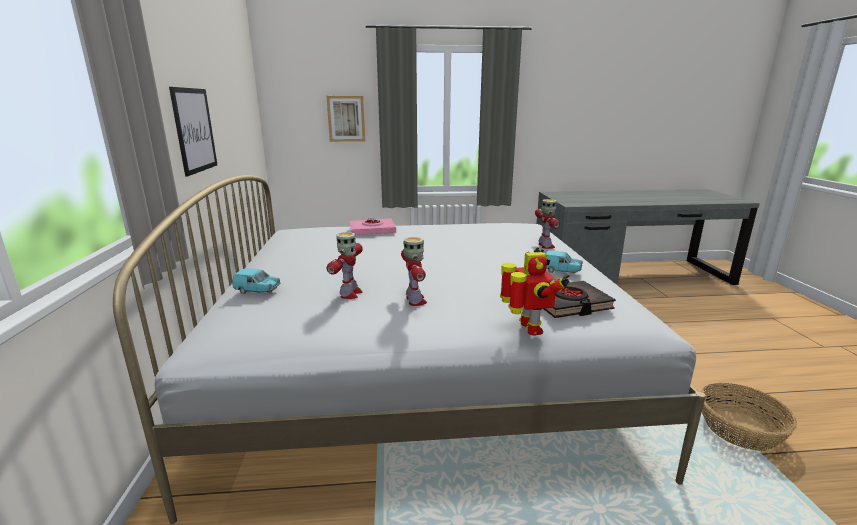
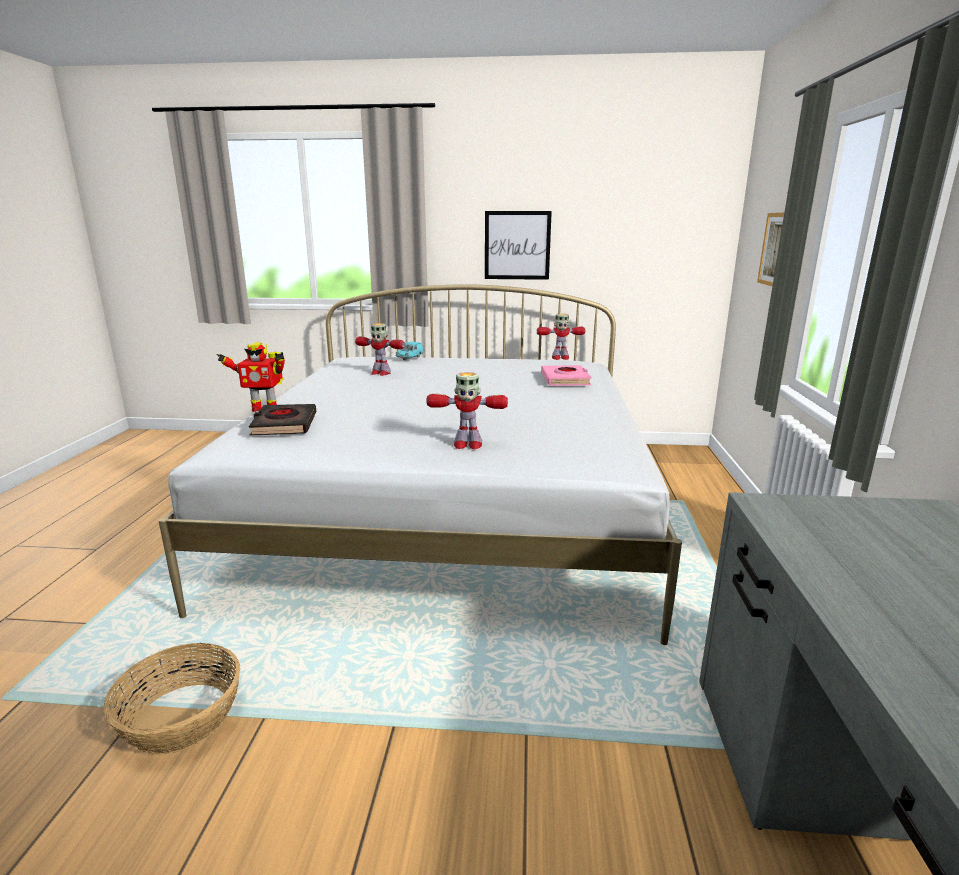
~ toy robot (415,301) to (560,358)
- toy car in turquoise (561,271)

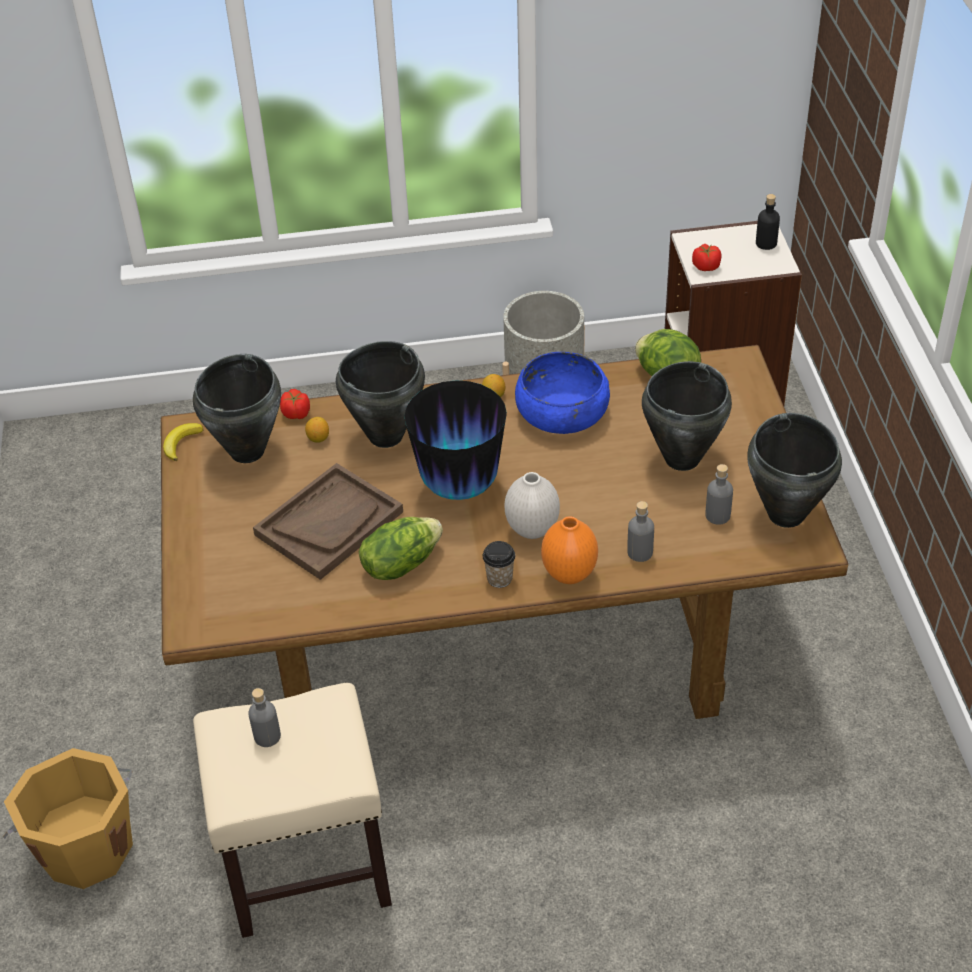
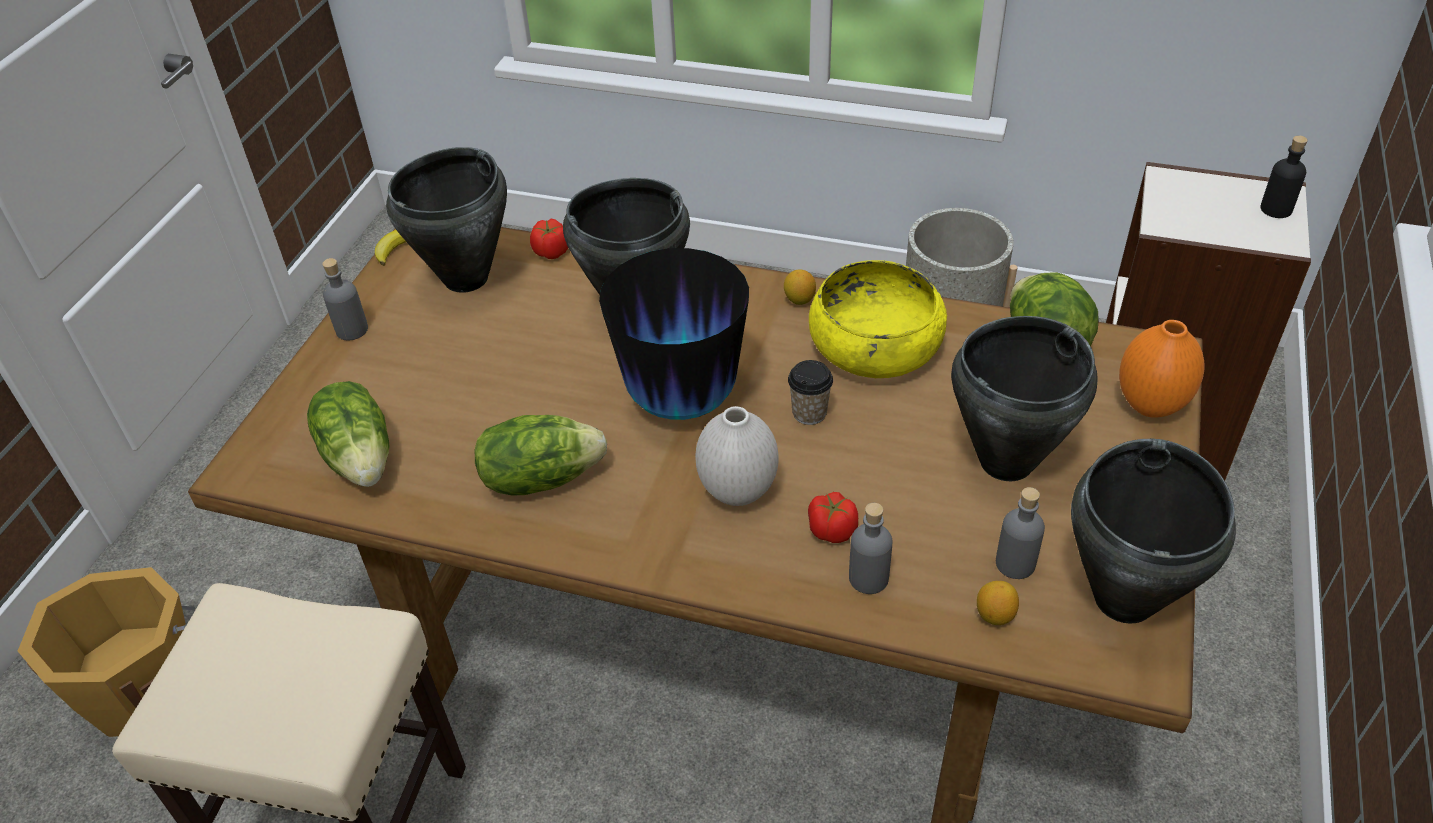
~ tomato (705,266) to (831,530)
~ bowl in blue (562,412) to bowl in yellow (874,346)
~ lemon (318,438) to (994,615)
- tray in brown (329,523)
~ vase in orange (570,575) to (1151,406)
~ cup (499,578) to (809,413)
~ bottle in grey (267,736) to (352,330)
+ lettuce (361,457)

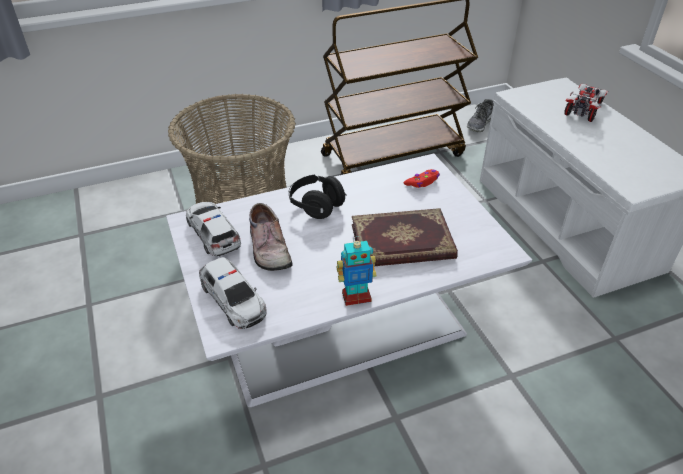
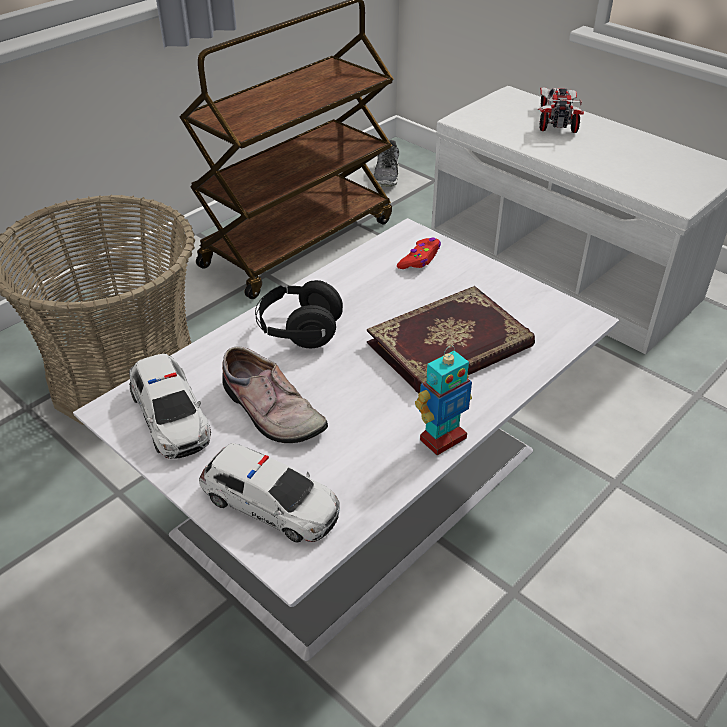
~ toy car (213,233) = (171,416) 150 degrees counterclockwise

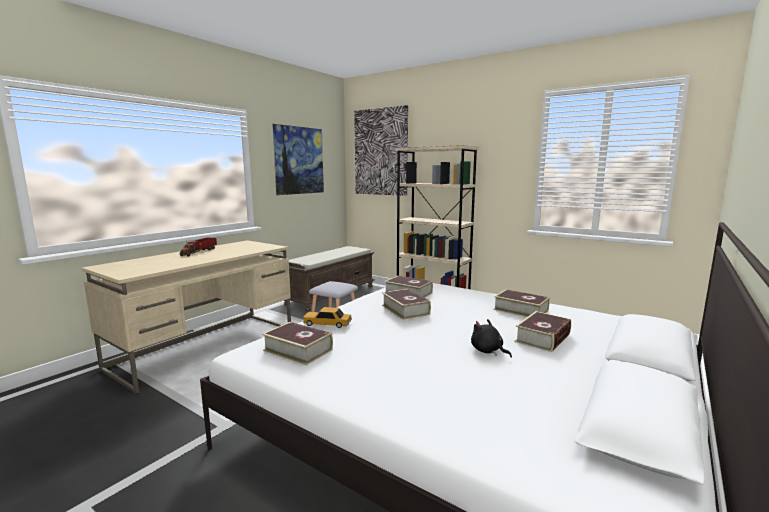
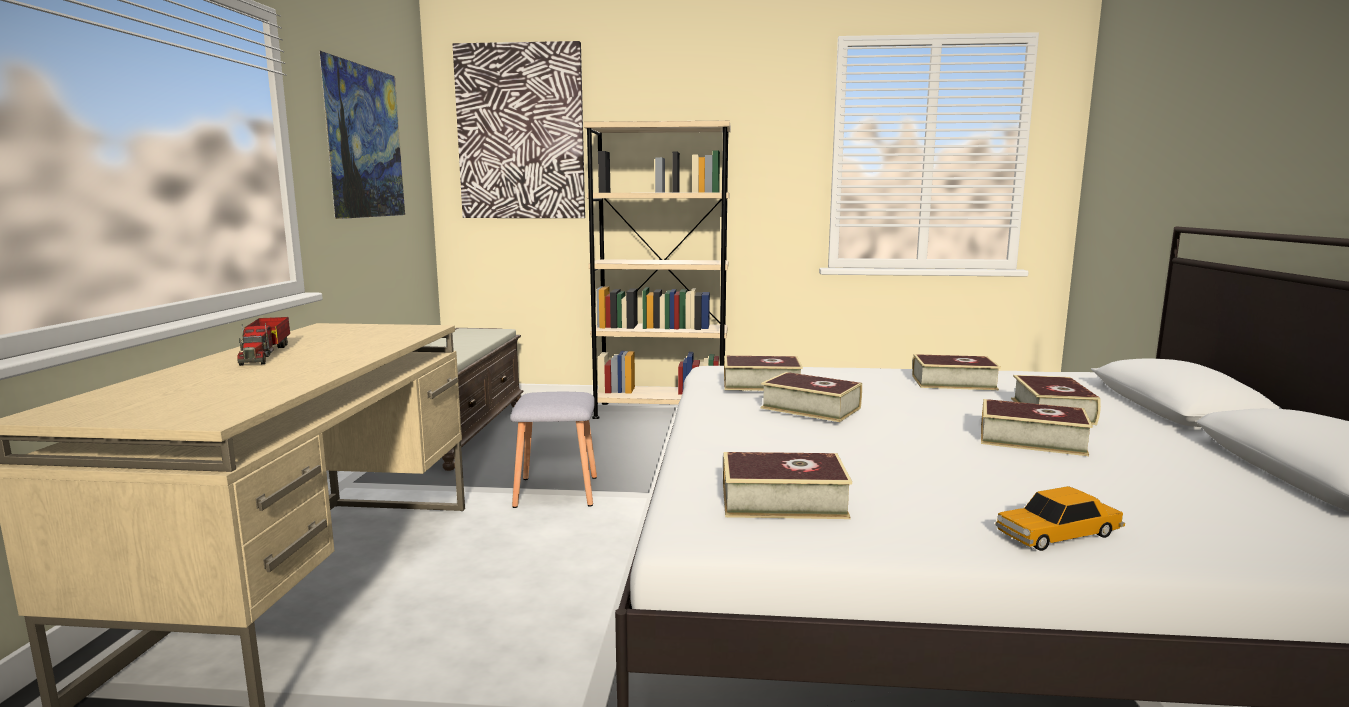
~ toy car (327,324) to (1057,534)
~ plush toy in black (488,351) to book (1031,440)

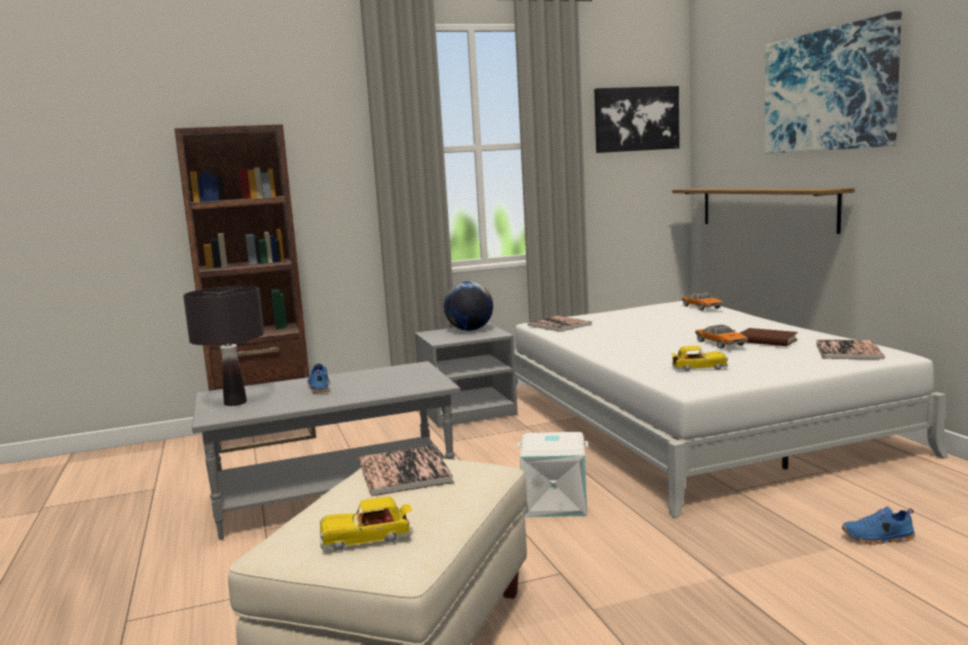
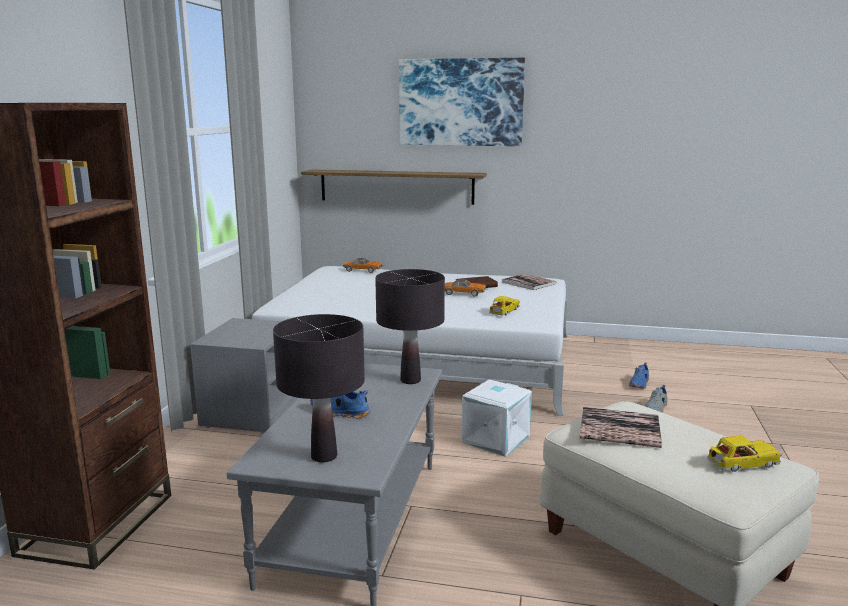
- picture (636,119)
- globe (470,330)
- book (559,325)
~ toy car (367,538) = (741,463) 120 degrees counterclockwise
+ table lamp in black (410,380)
+ shoe in grey (656,408)

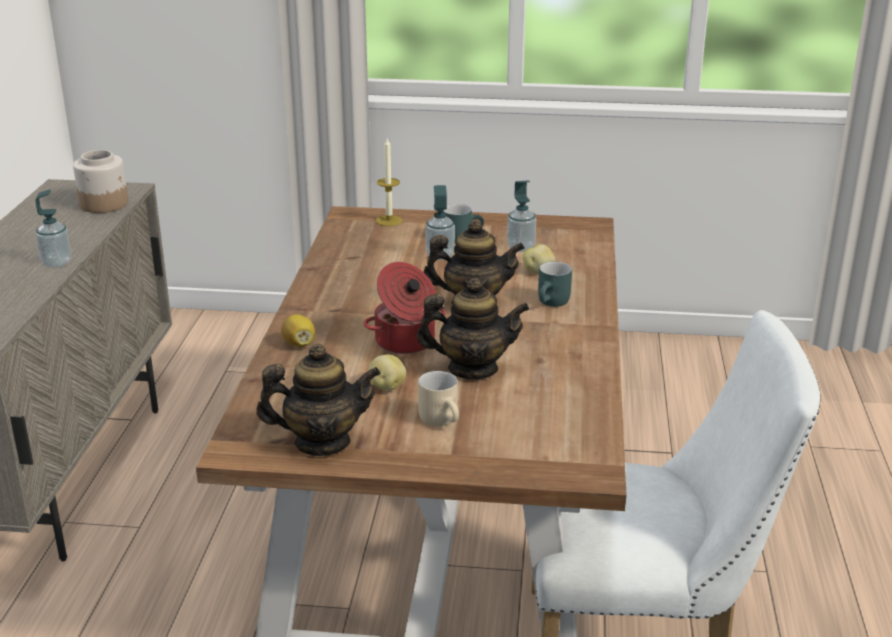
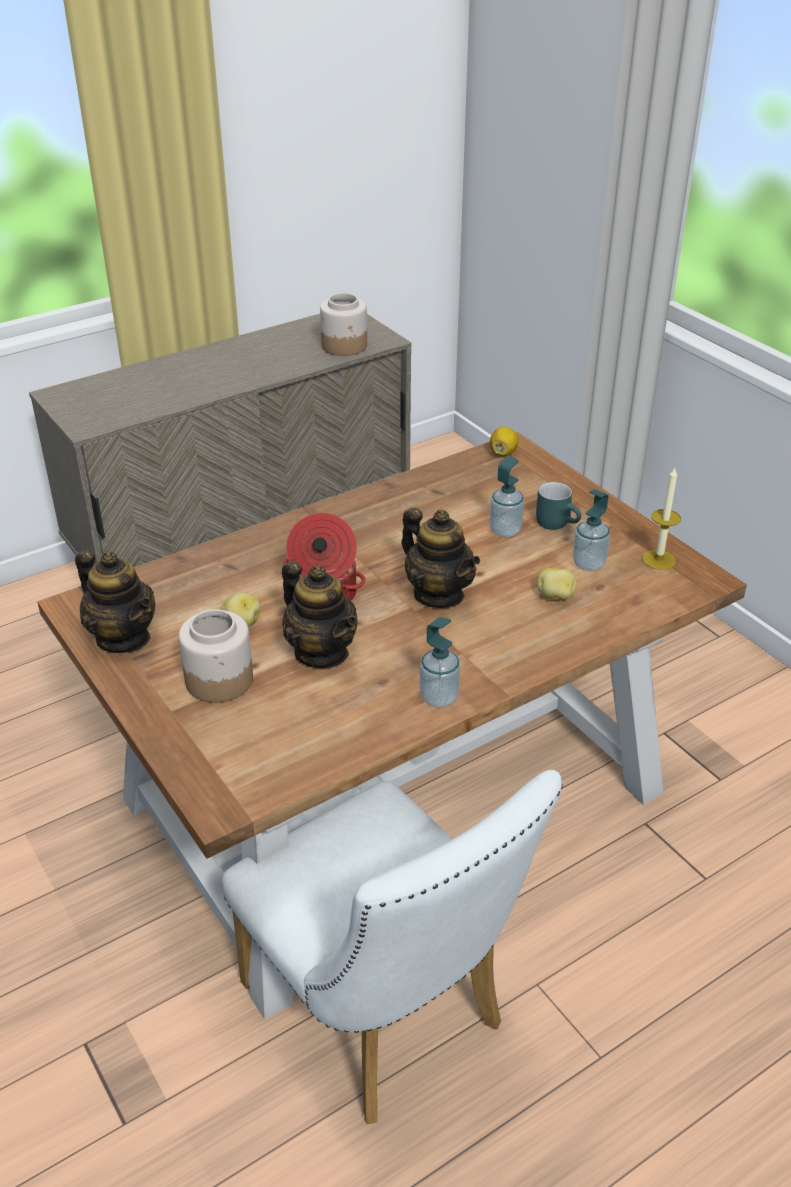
~ candle (389,220) to (658,560)
~ soap dispenser (56,263) to (439,698)
- mug in turquoise (553,303)
~ lemon (299,344) to (503,453)
~ mug in beige (443,420) to jar (220,679)

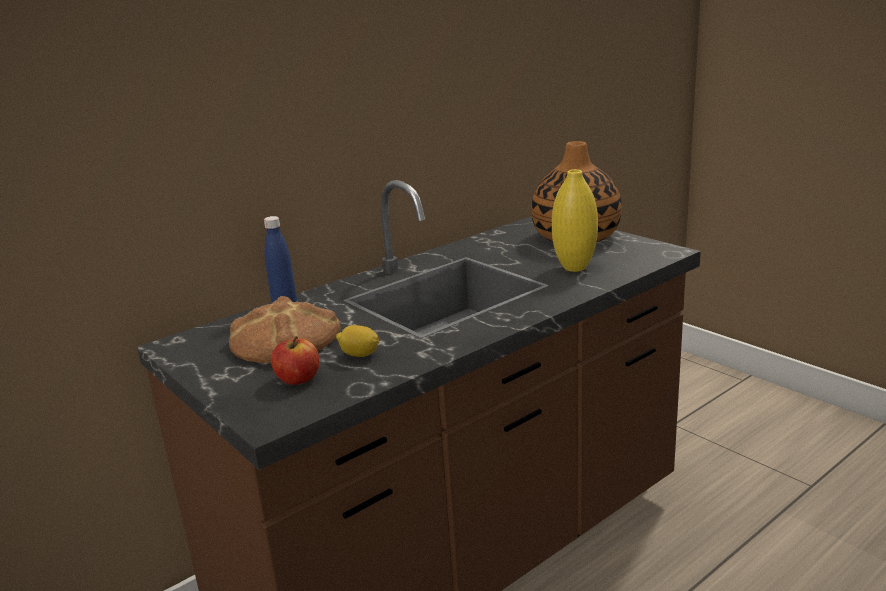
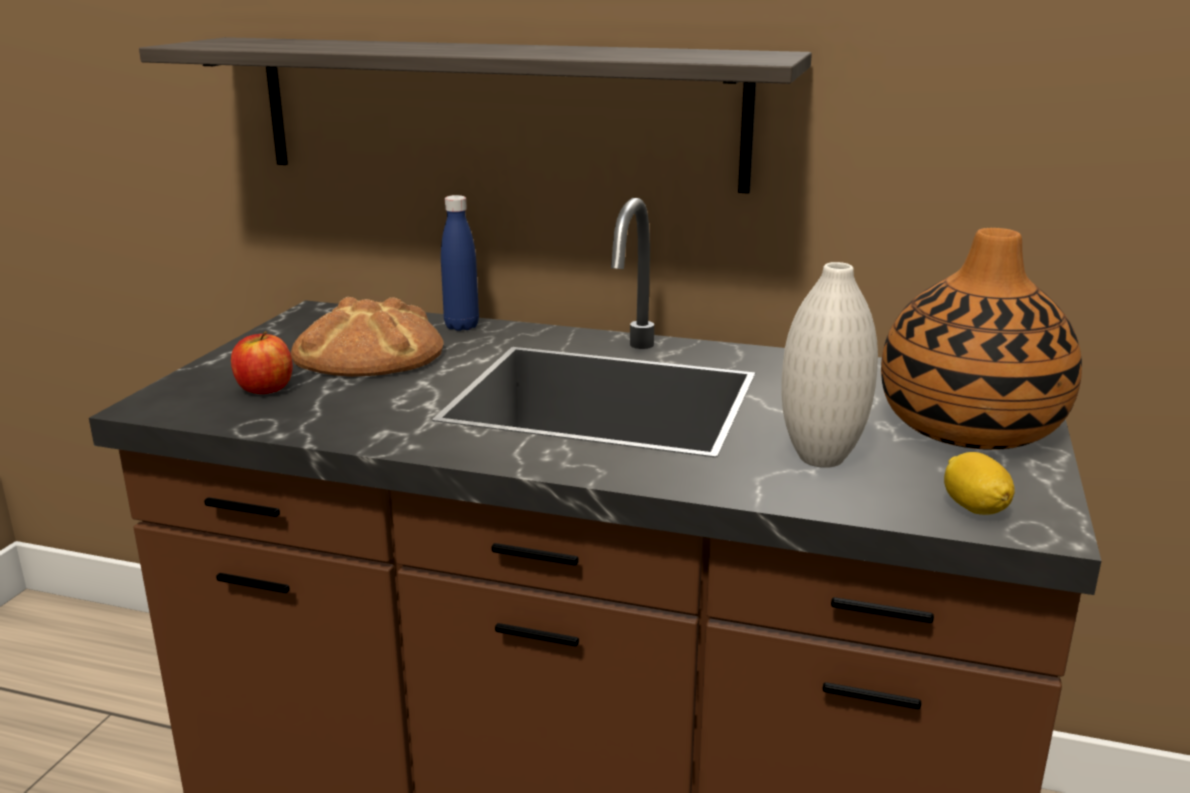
~ vase in yellow (574,268) to vase in white (821,458)
~ lemon (359,355) to (974,508)
+ shelf (497,112)

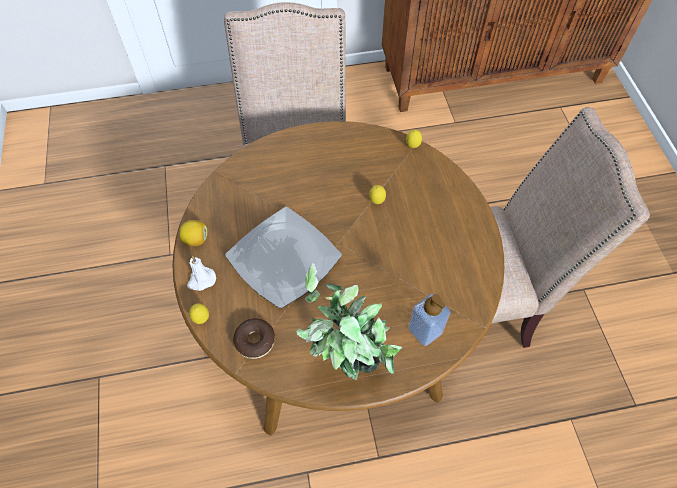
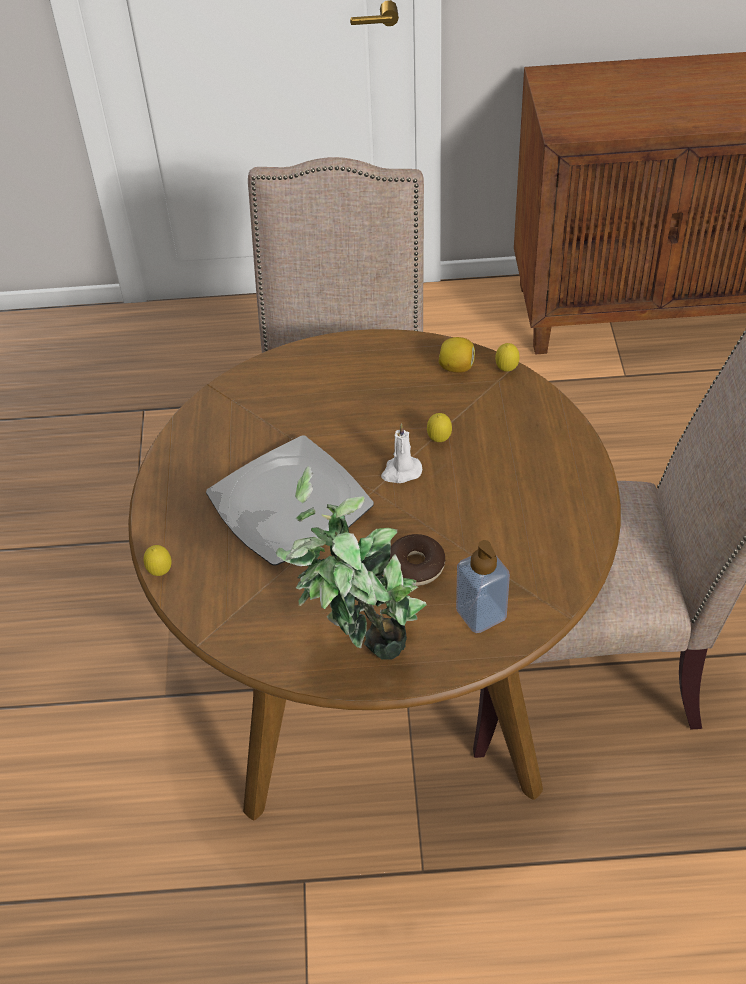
~ lemon (196,239) to (456,367)
~ candle in white (201,280) to (401,471)
~ donut (255,341) to (416,566)

